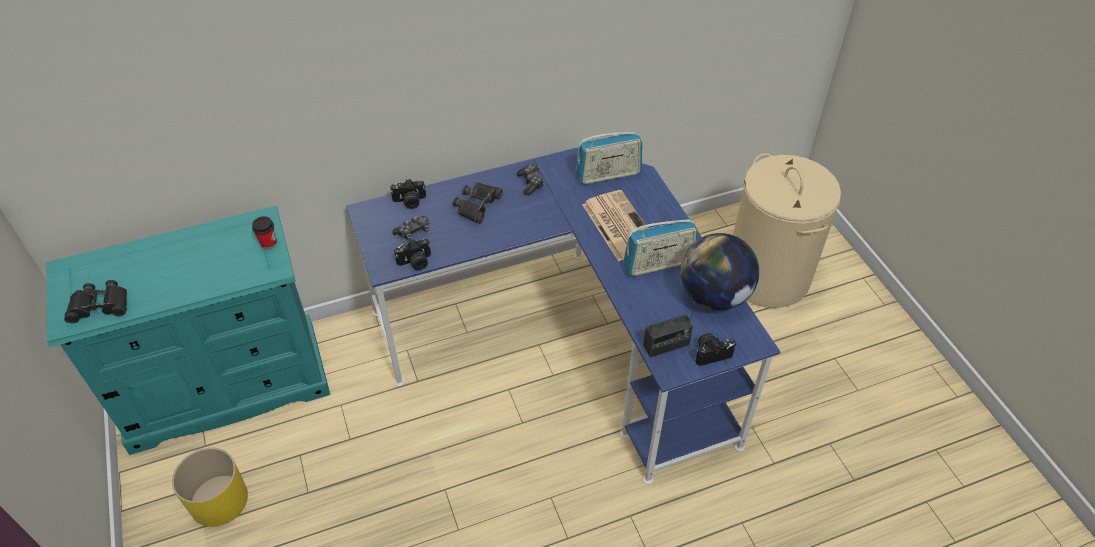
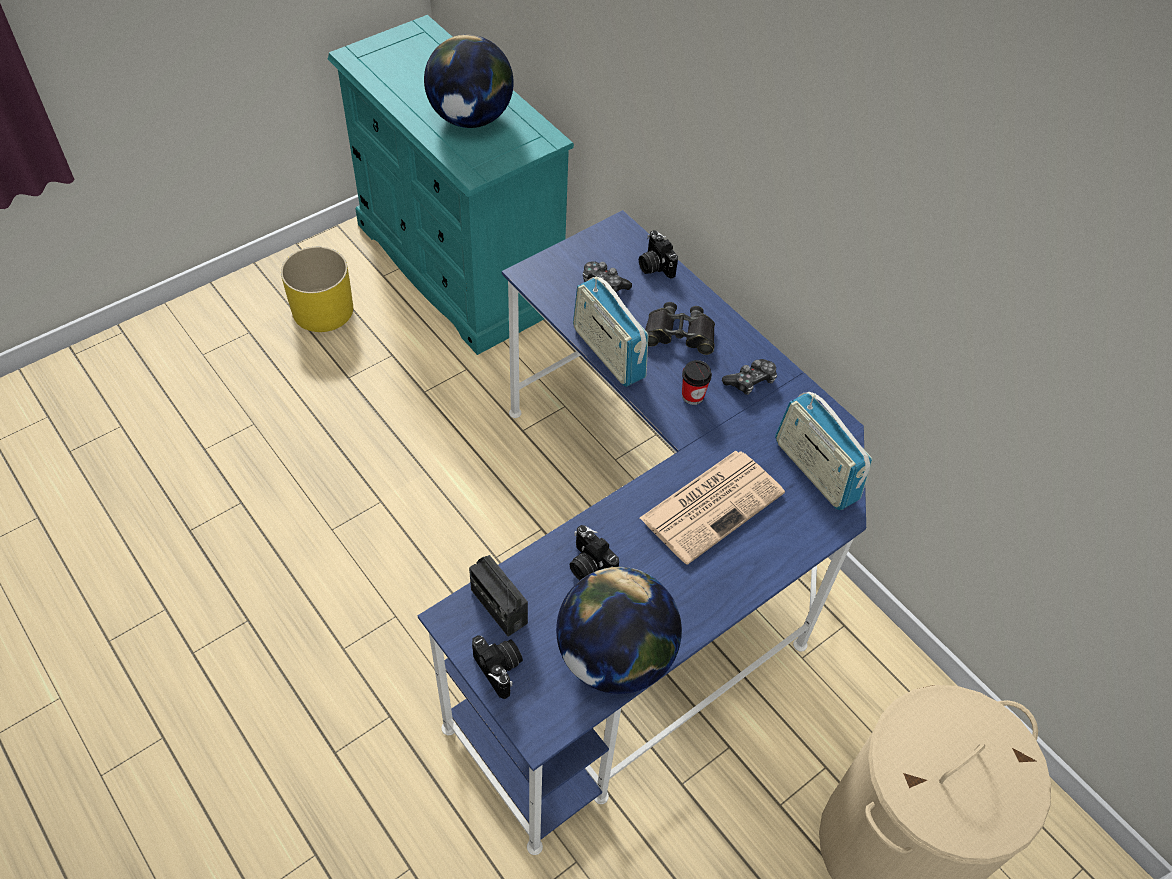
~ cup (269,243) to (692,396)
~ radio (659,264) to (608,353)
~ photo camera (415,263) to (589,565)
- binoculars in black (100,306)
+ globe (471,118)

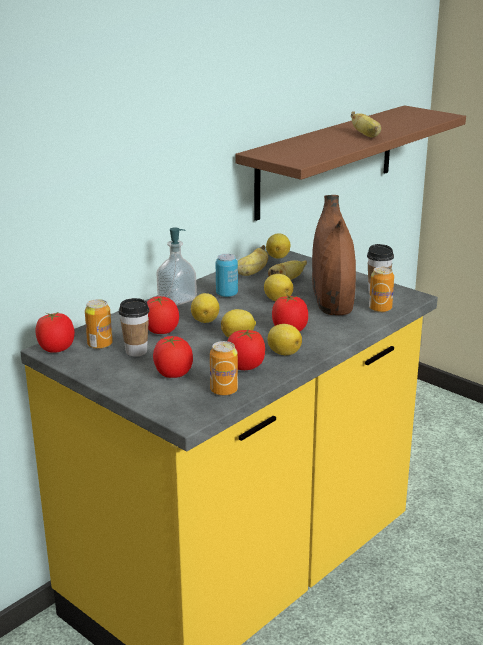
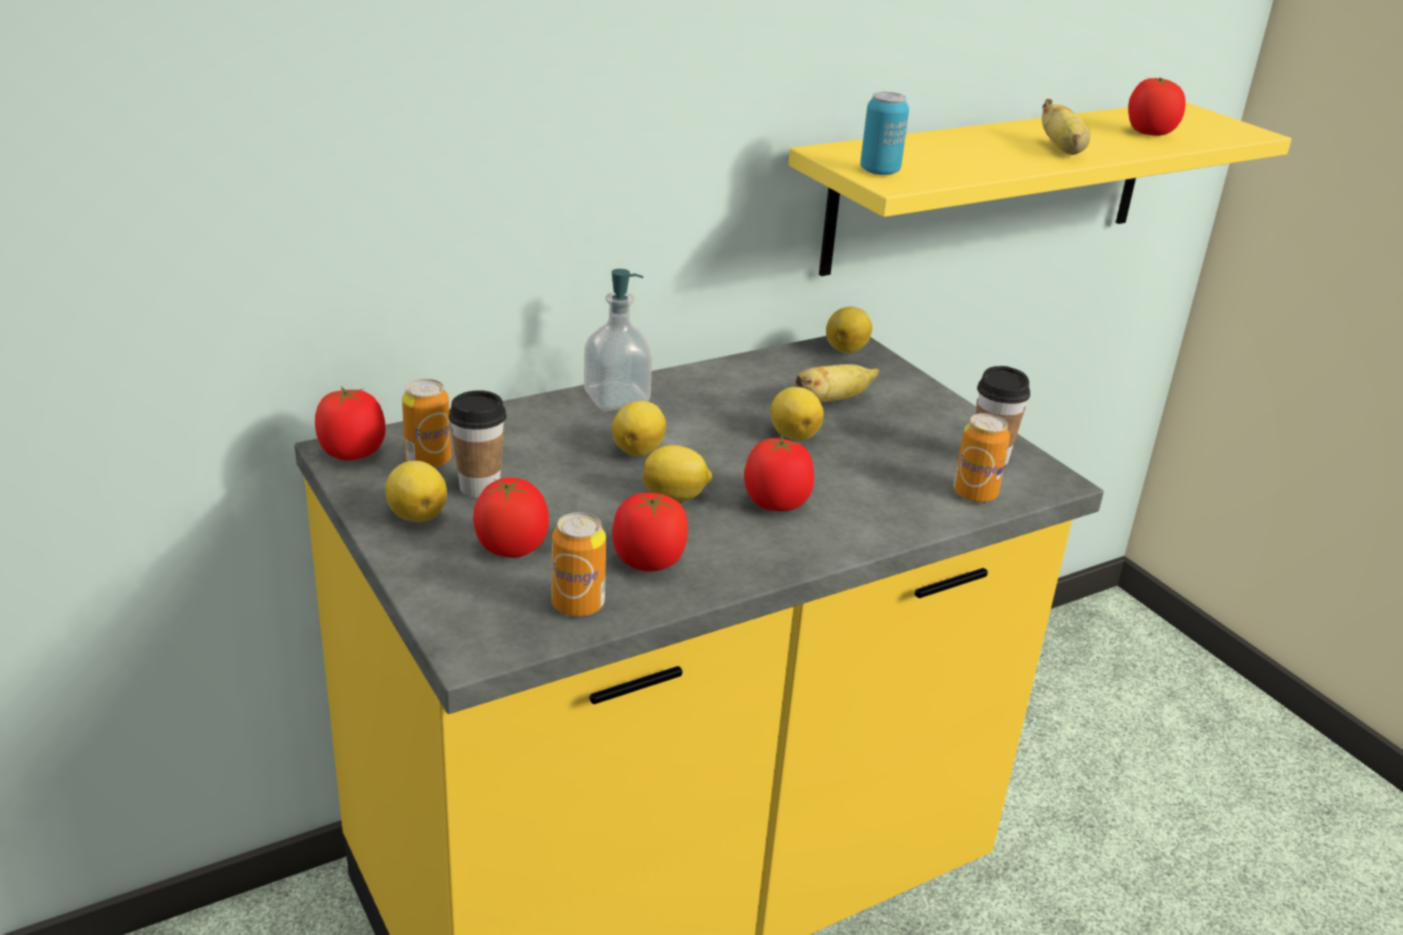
~ shelf in brown (326,161) to shelf in yellow (991,185)
- vase in brown (331,300)
- banana (251,273)
~ can (227,294) to (879,171)
~ tomato (161,331) to (1149,133)
~ lemon (283,352) to (417,514)

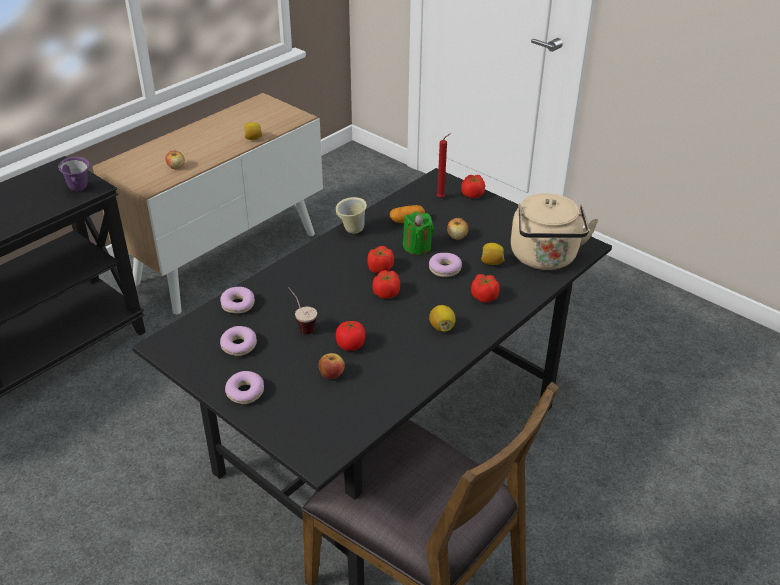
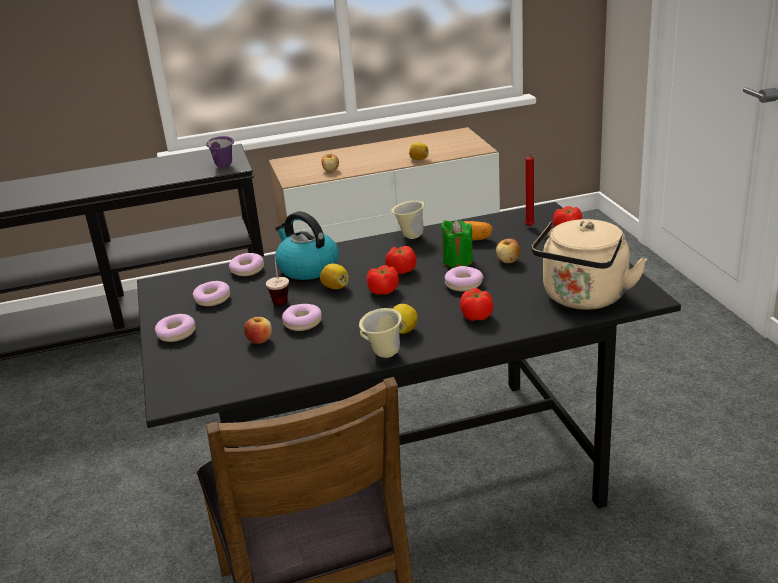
~ lemon (491,262) to (335,287)
~ tomato (350,345) to donut (303,323)
+ kettle (307,268)
+ mug in beige (383,355)

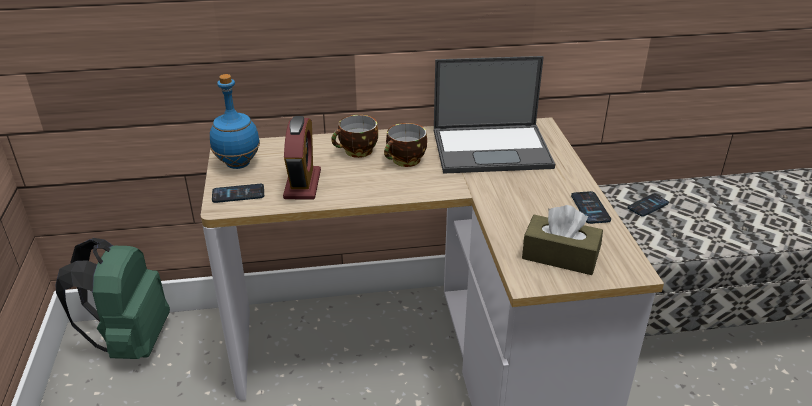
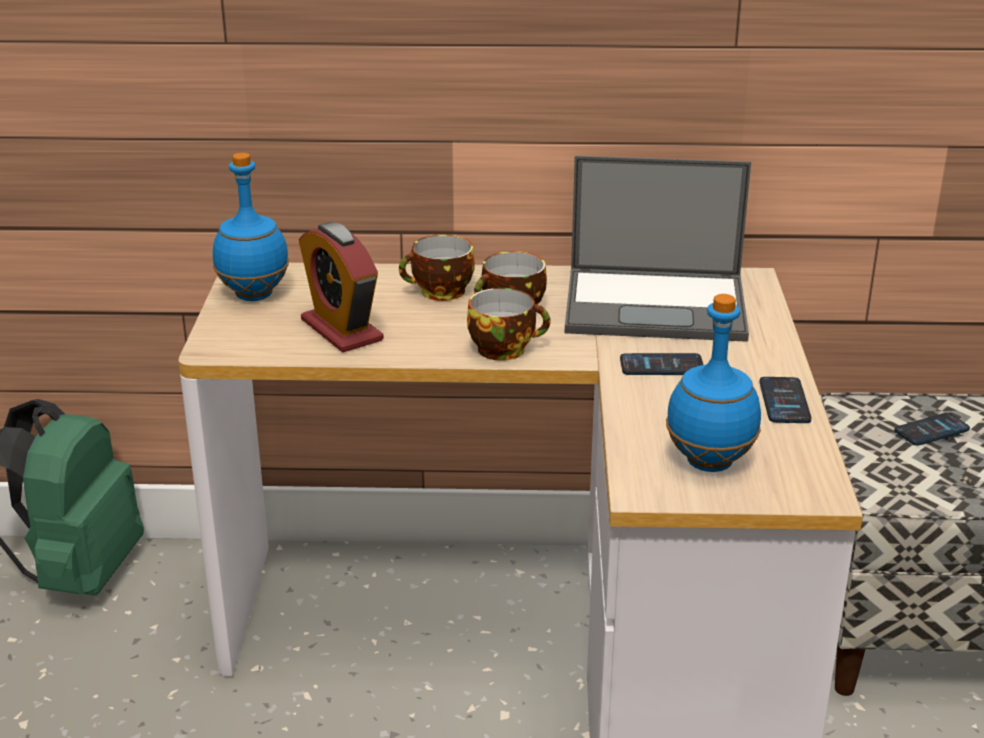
~ alarm clock (302,184) = (341,330) 135 degrees clockwise
~ phone (238,194) to (661,366)
~ tissue box in brown (560,256) to bottle in blue (708,462)
+ cup (505,348)

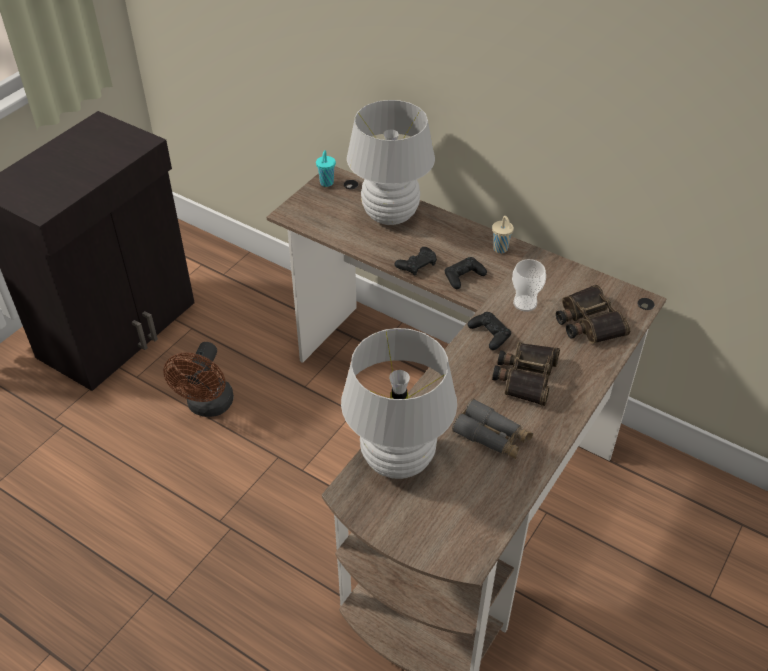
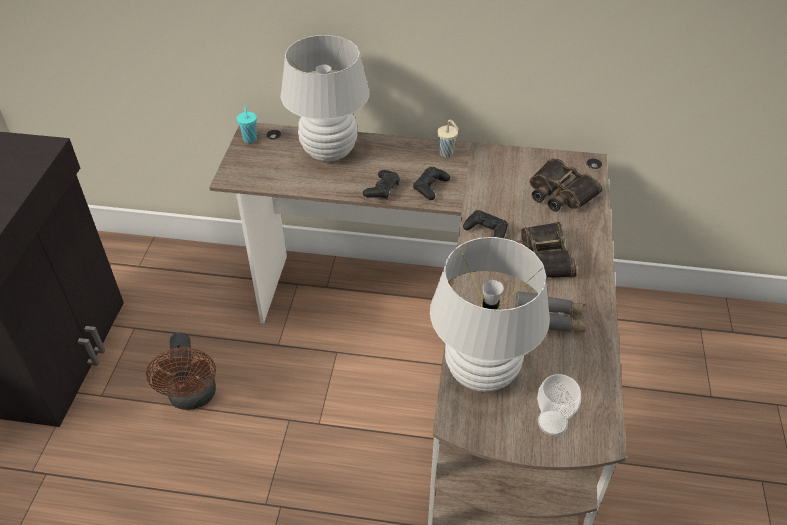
~ cup (525,303) to (552,423)

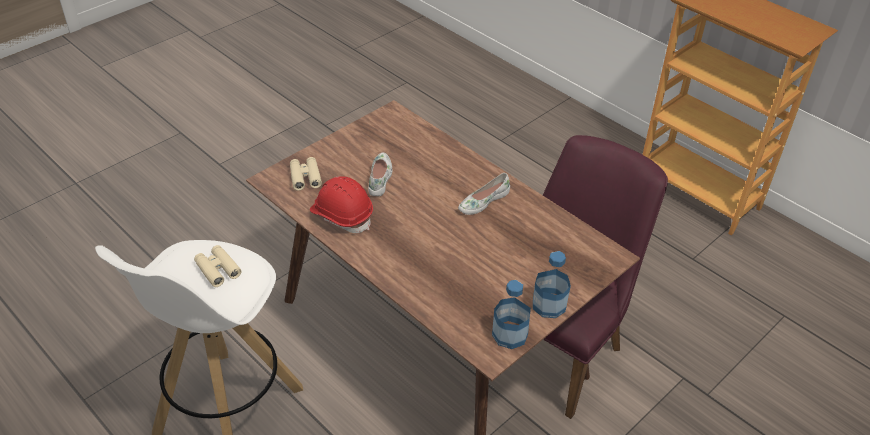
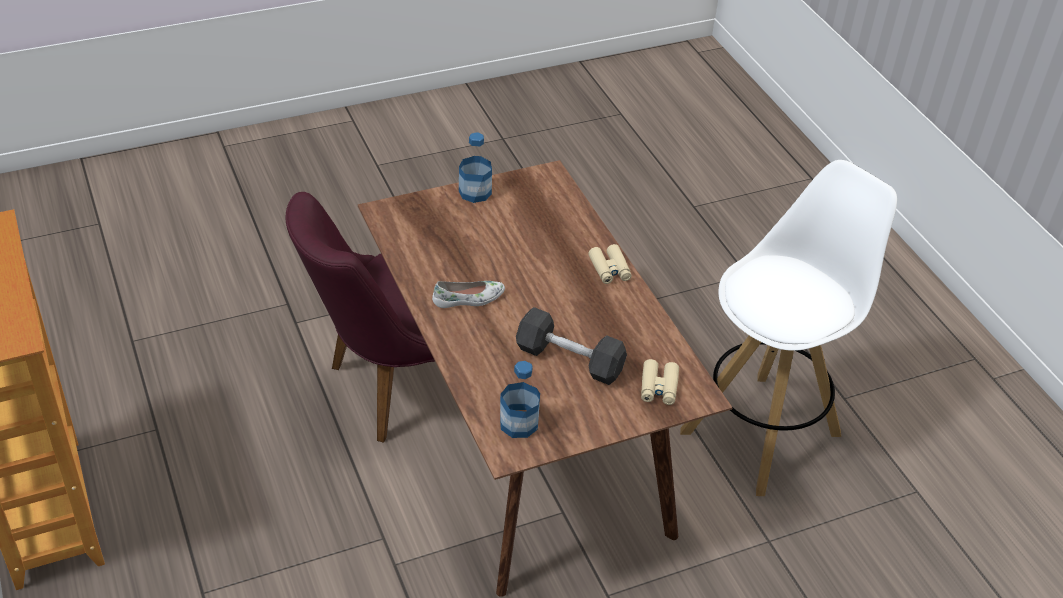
~ shoe in white (380,178) to dumbbell in grey (569,360)
- hard hat in red (342,215)
~ binoculars in beige (218,269) to (609,269)
~ bottle (510,334) to (518,423)

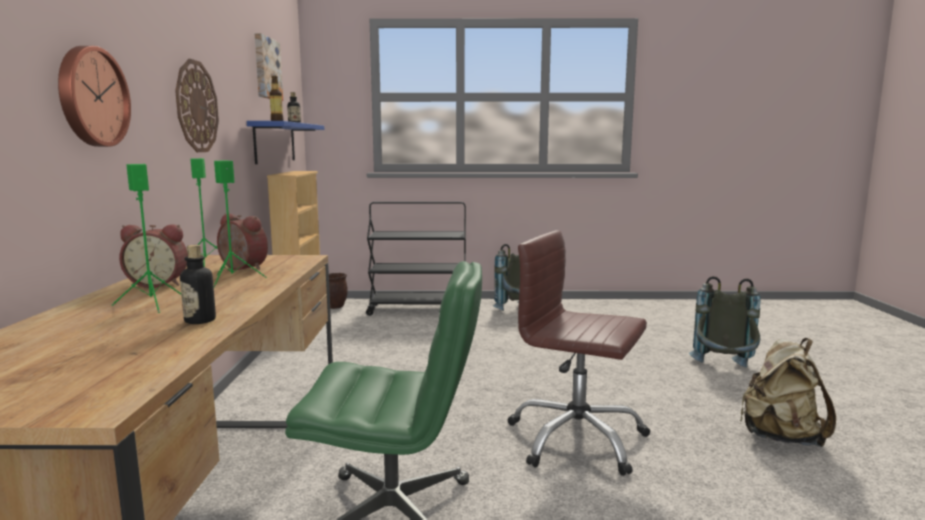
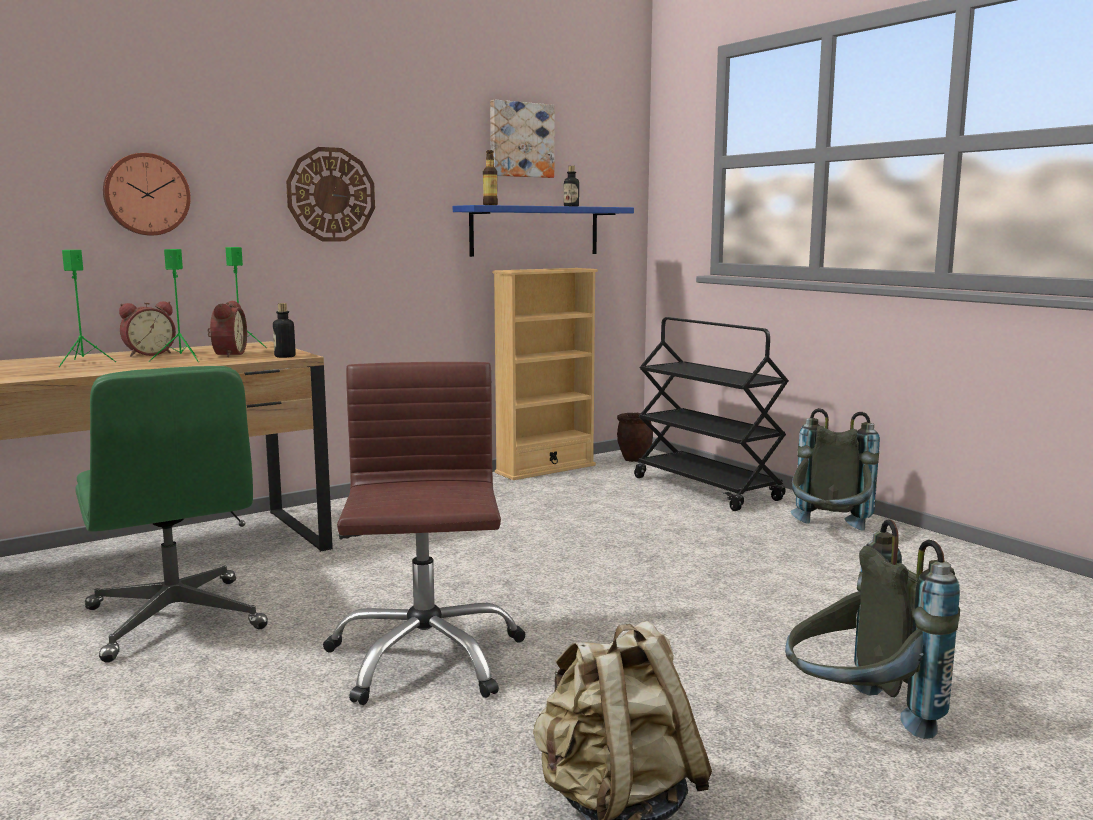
~ alarm clock (158,284) = (149,354) 90 degrees counterclockwise
~ bottle (200,320) to (285,356)

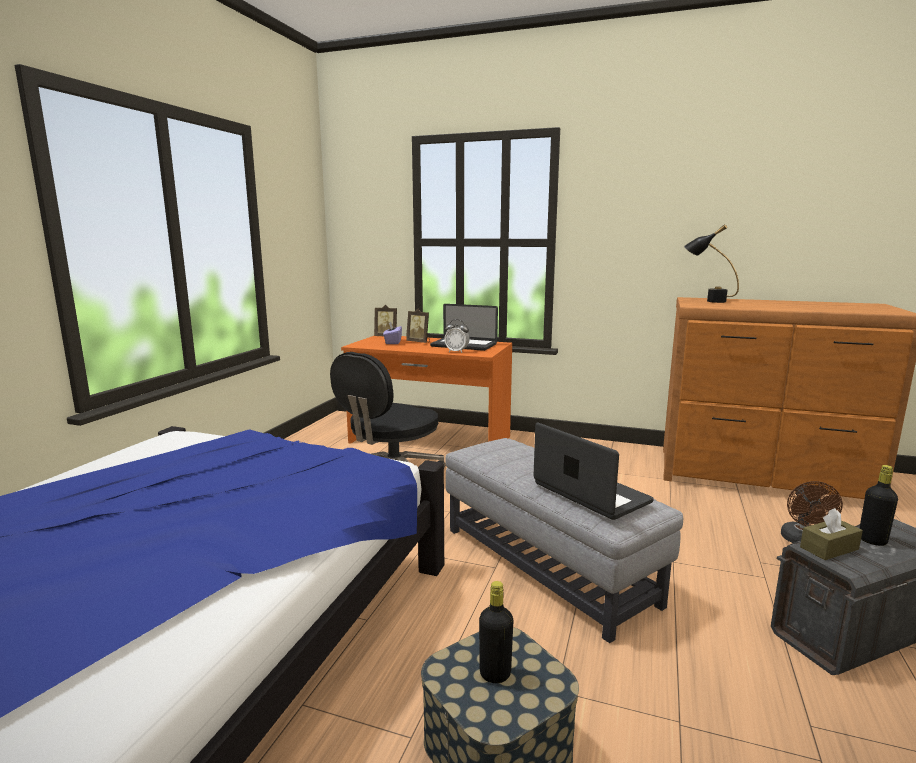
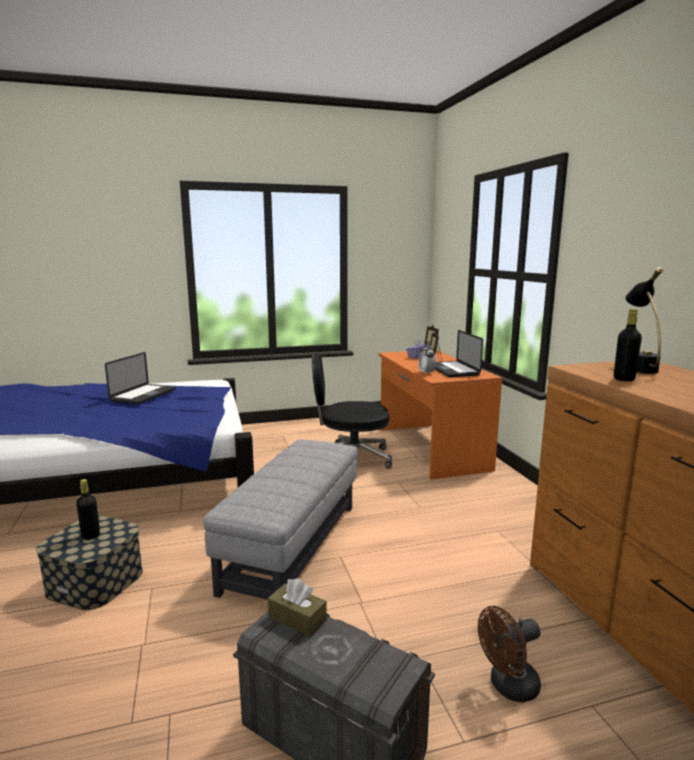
~ laptop (591,493) to (143,395)
~ bottle in black (872,540) to (623,379)

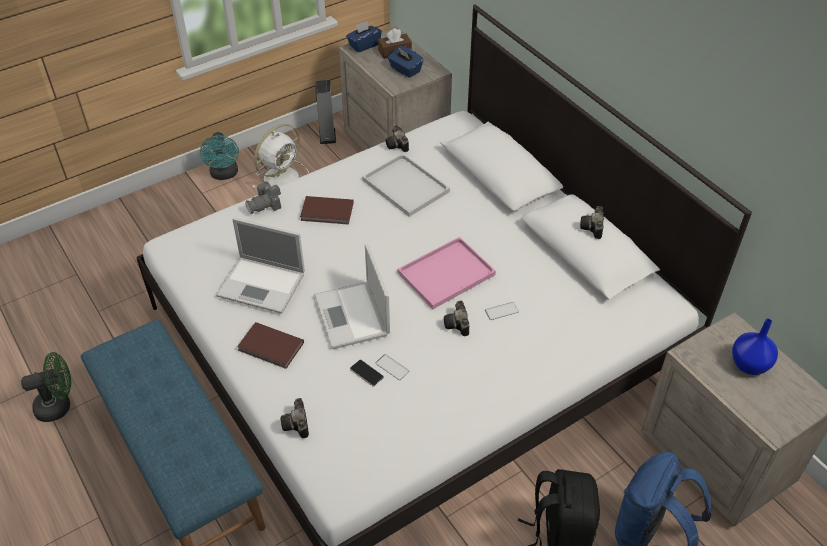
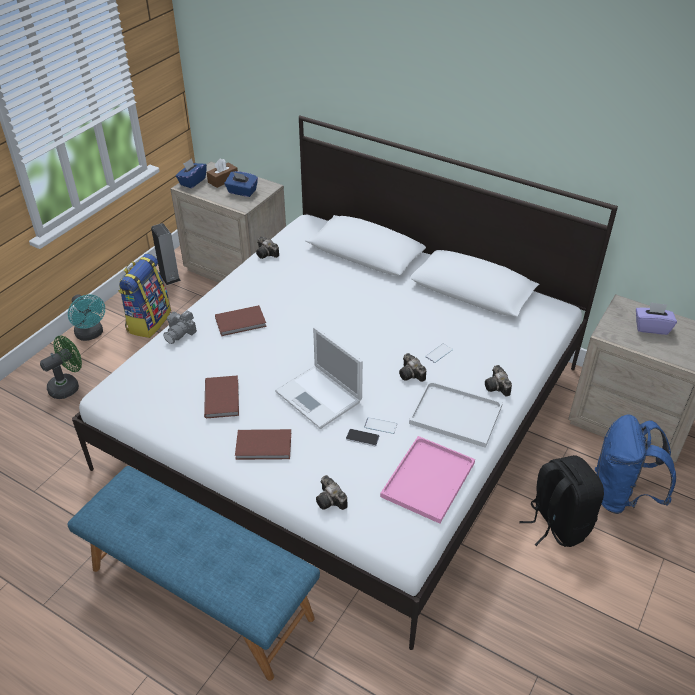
~ fan in white (282,177) to backpack (148,321)
~ tray in white (407,186) to (457,414)
~ photo camera (593,228) to (497,388)
~ laptop (263,285) to book in brown (223,398)
~ tray in pink (447,272) to (428,478)
~ vase in blue (748,365) to tissue box in purple (651,327)
~ fan in green (59,405) to (68,386)

